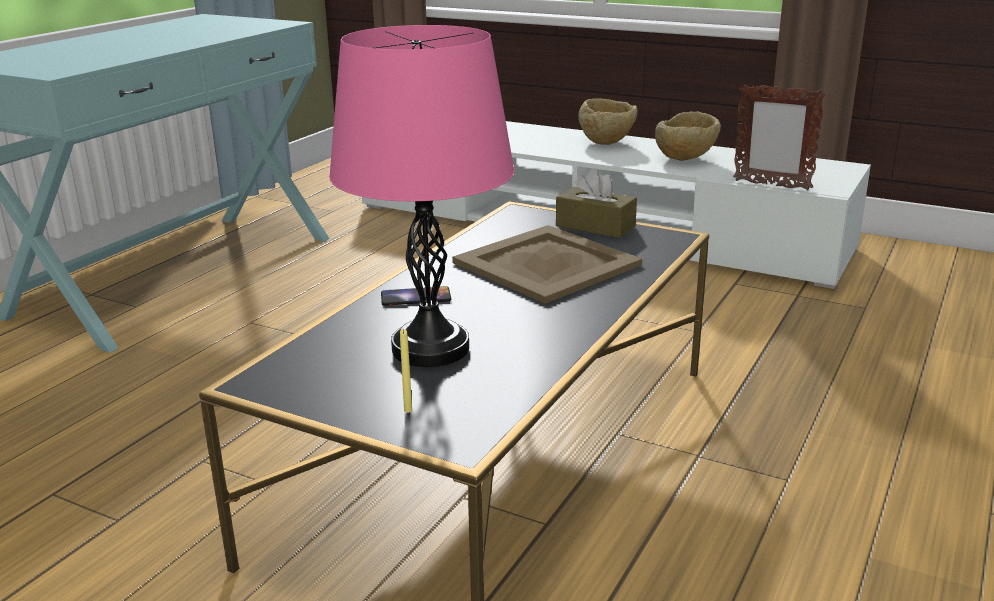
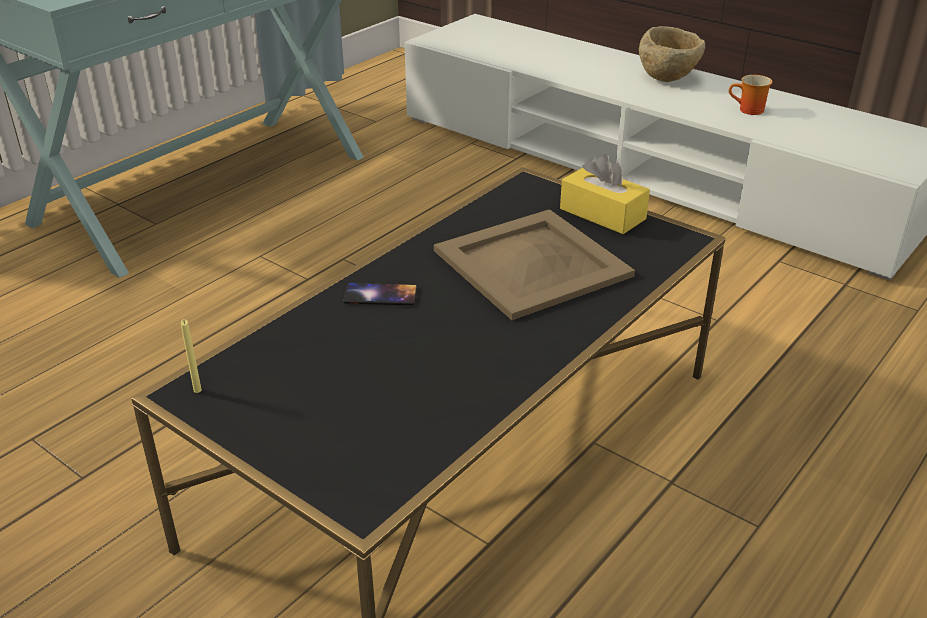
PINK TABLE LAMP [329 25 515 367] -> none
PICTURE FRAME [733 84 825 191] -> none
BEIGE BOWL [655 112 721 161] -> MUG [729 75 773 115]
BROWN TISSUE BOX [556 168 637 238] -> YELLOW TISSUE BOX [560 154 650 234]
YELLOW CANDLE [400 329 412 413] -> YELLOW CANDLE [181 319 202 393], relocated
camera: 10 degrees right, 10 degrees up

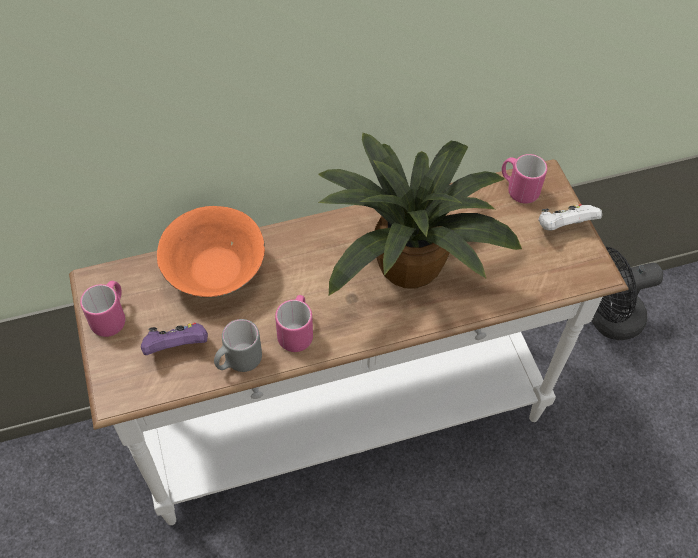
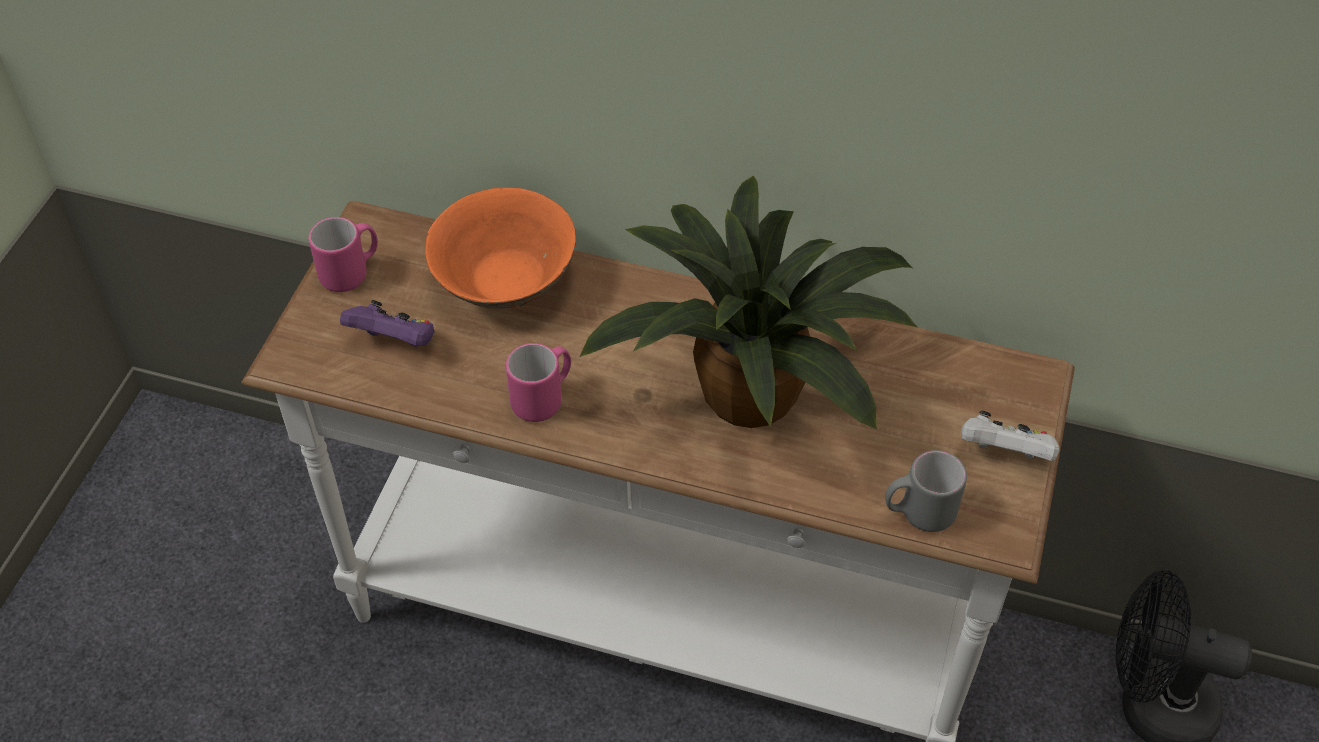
PINK MUG [502 154 547 204] -> none
GREY MUG [214 319 262 372] -> GREY MUG [885 450 967 532], relocated
camera: 35 degrees right, 5 degrees down

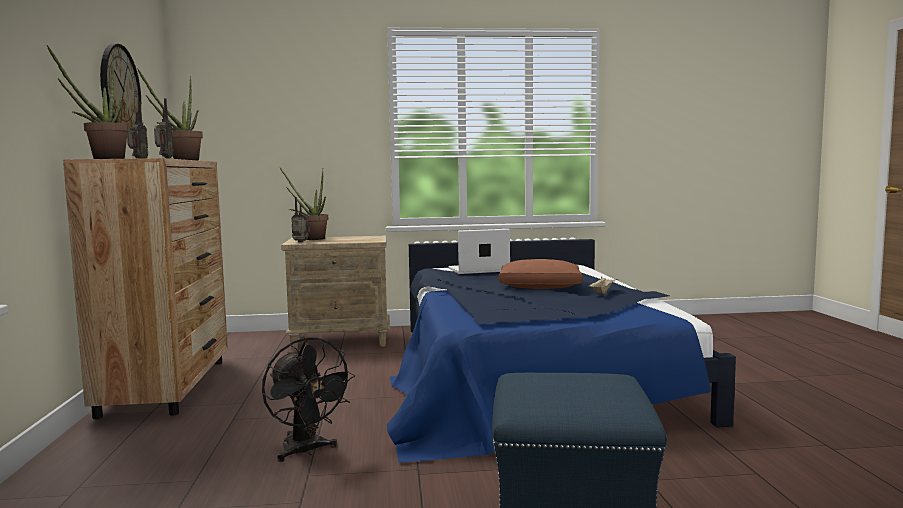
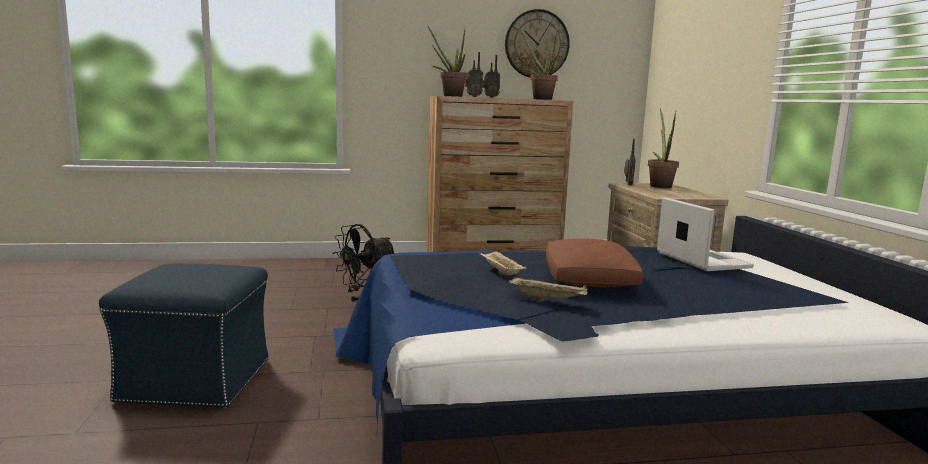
none -> BEIGE TRAY [479 251 526 276]
camera: 85 degrees right, 5 degrees up

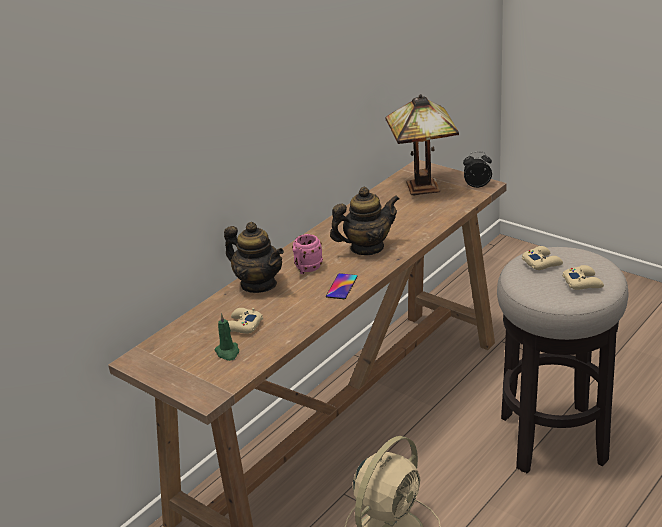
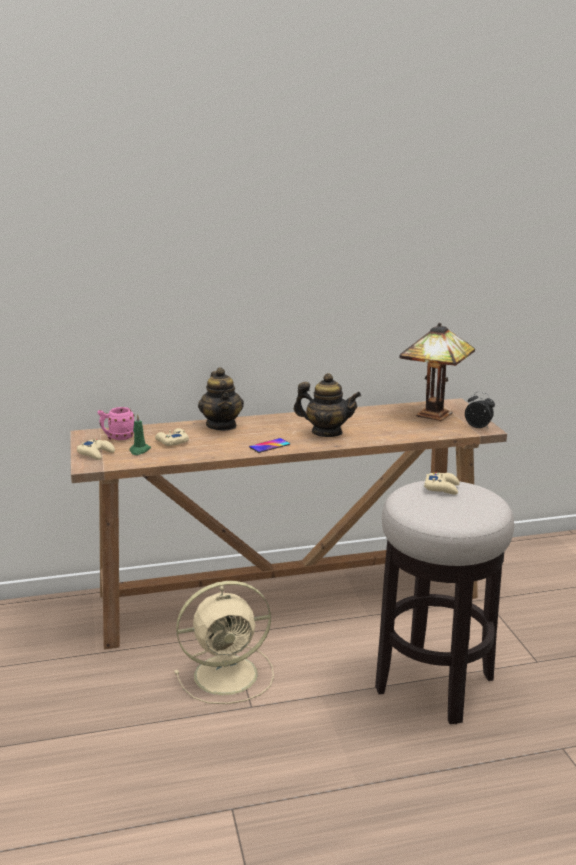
PINK MUG [292 234 323 274] -> PINK MUG [98 407 135 440], relocated
BEIGE GAME CONTROLLER [562 265 604 290] -> BEIGE GAME CONTROLLER [77 439 115 460], relocated
camera: 35 degrees right, 10 degrees down

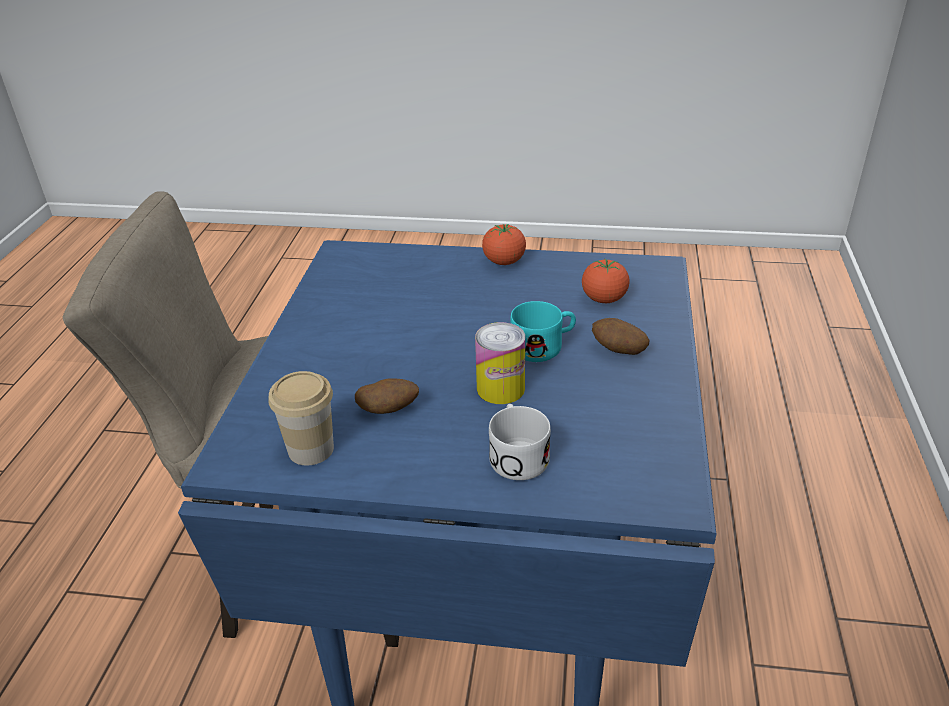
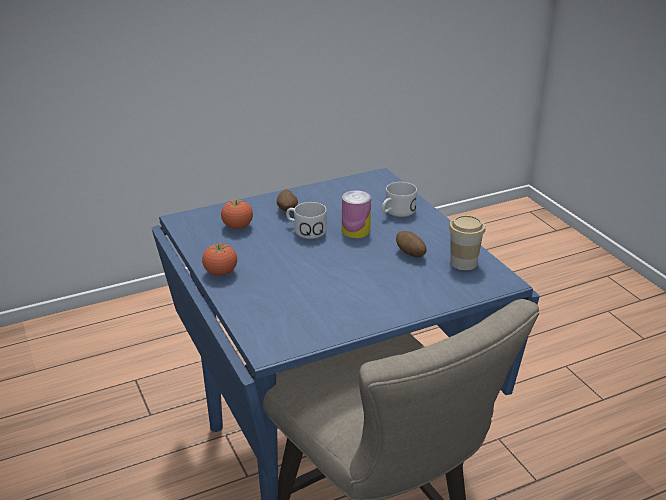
TURQUOISE MUG [510 301 576 362] -> WHITE MUG [286 202 327 239]
camera: 125 degrees left, 5 degrees down

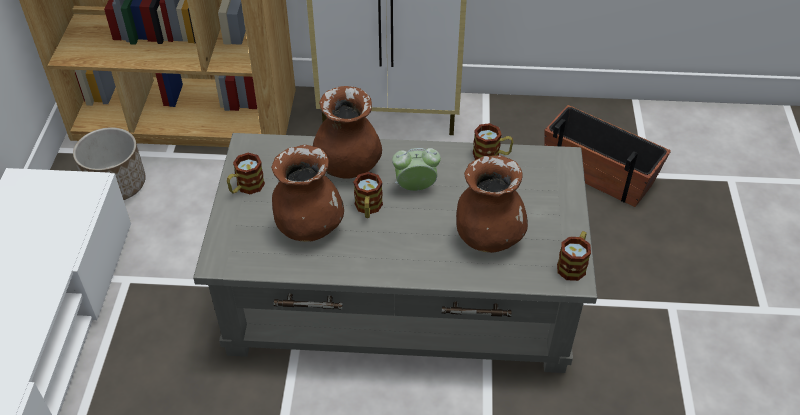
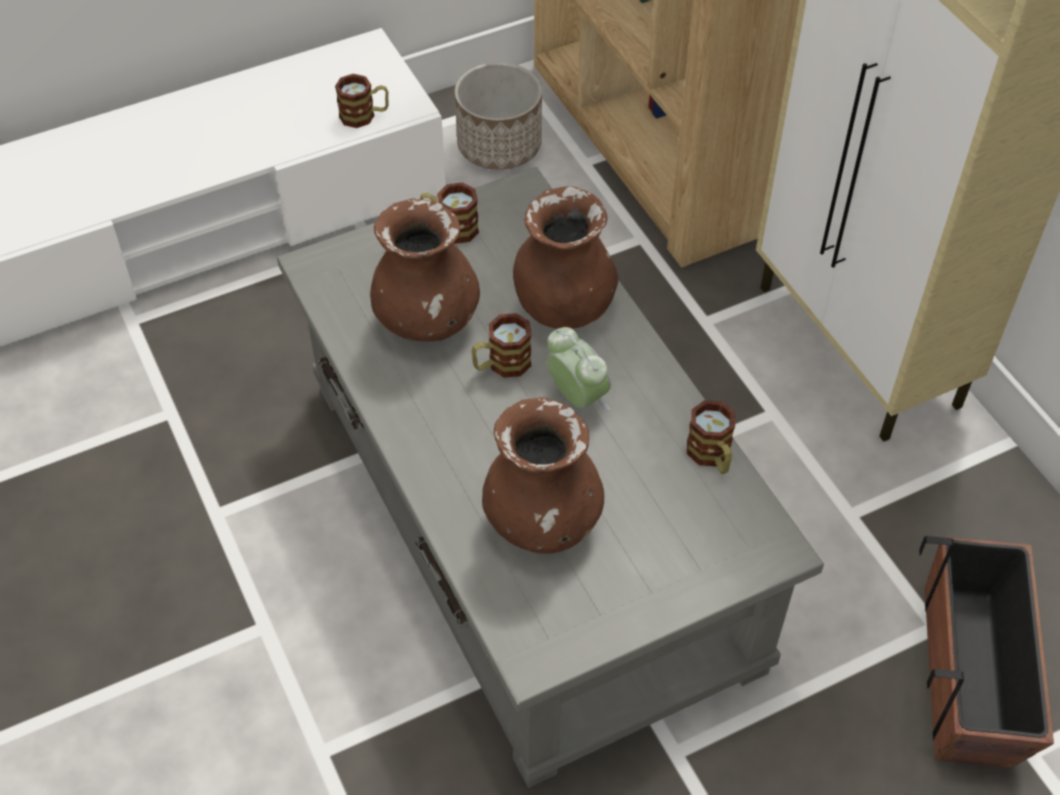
MUG [557 231 591 281] -> MUG [335 74 389 128], relocated
camera: 60 degrees right, 5 degrees up

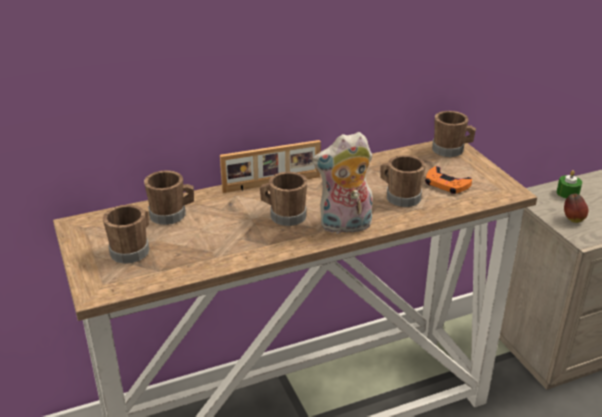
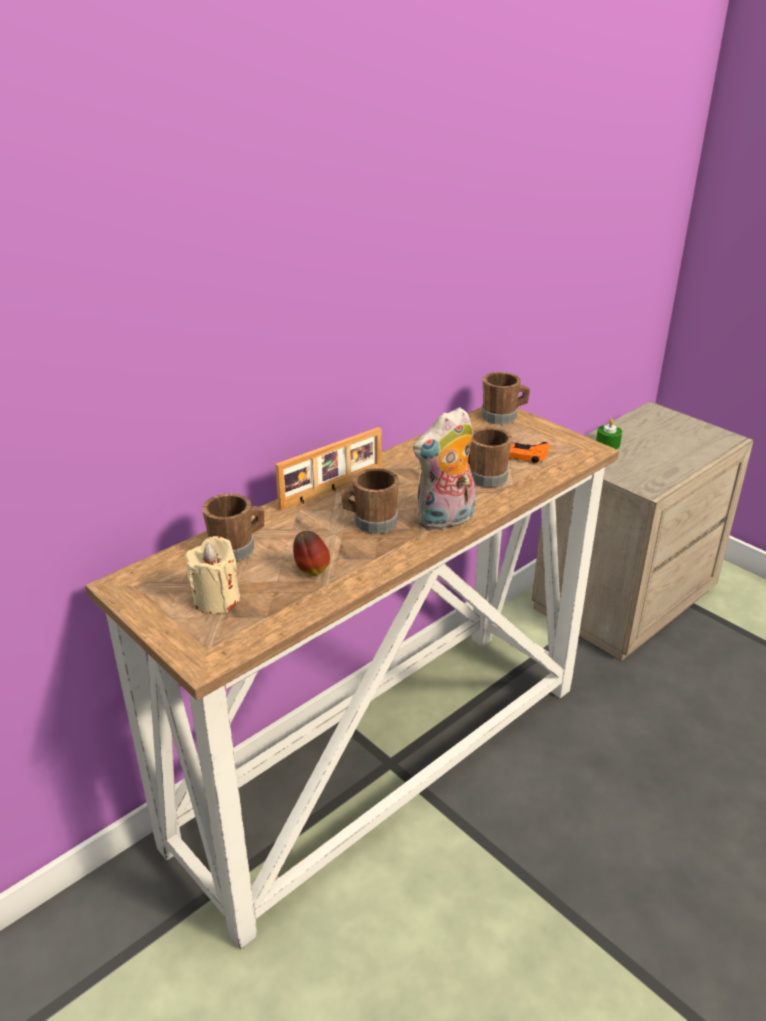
APPLE [564 194 589 223] -> APPLE [293 530 330 575], relocated
BROWN MUG [103 205 149 264] -> BEIGE CANDLE [186 536 240 614]
camera: 20 degrees left, 0 degrees up

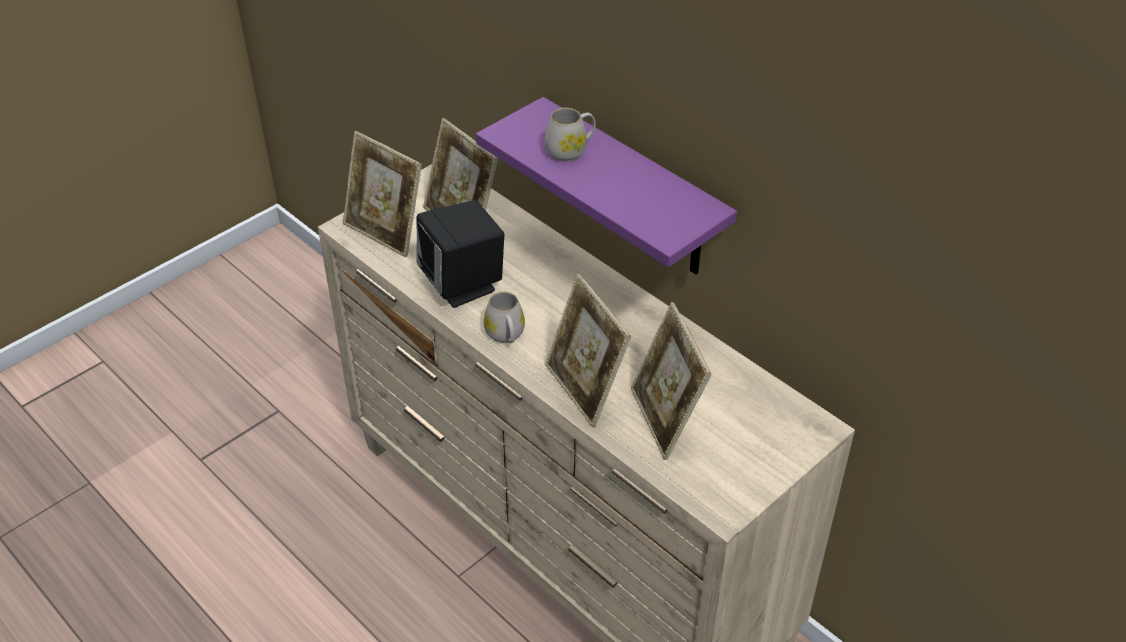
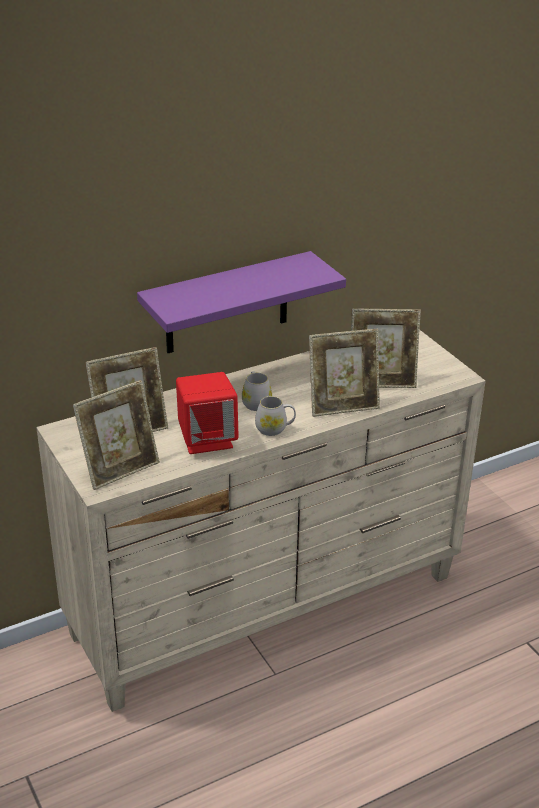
WHITE MUG [545 108 596 162] -> WHITE MUG [242 371 272 411], relocated
BLACK SPEAKER [417 200 504 308] -> RED SPEAKER [176 372 239 454]
camera: 75 degrees left, 10 degrees down

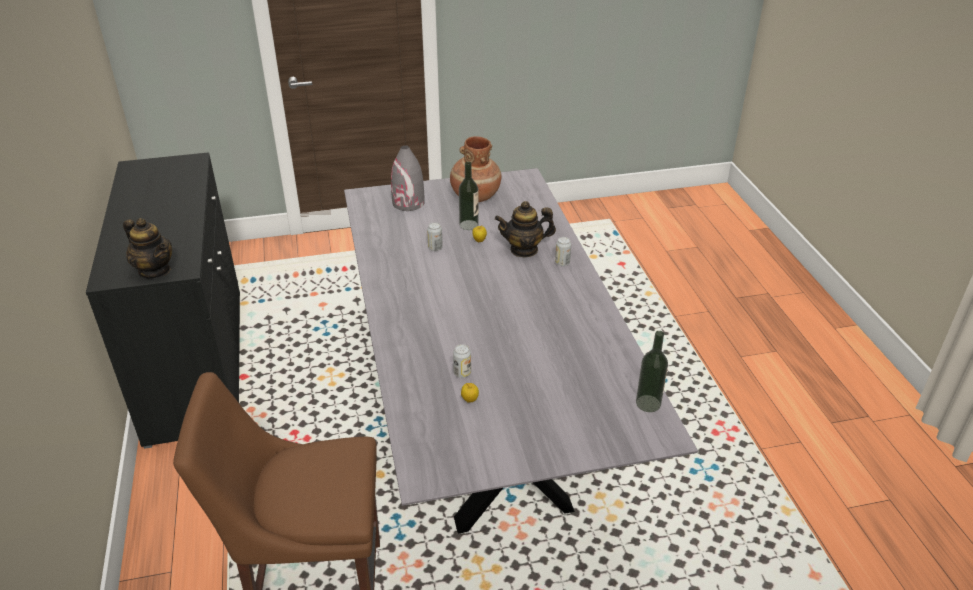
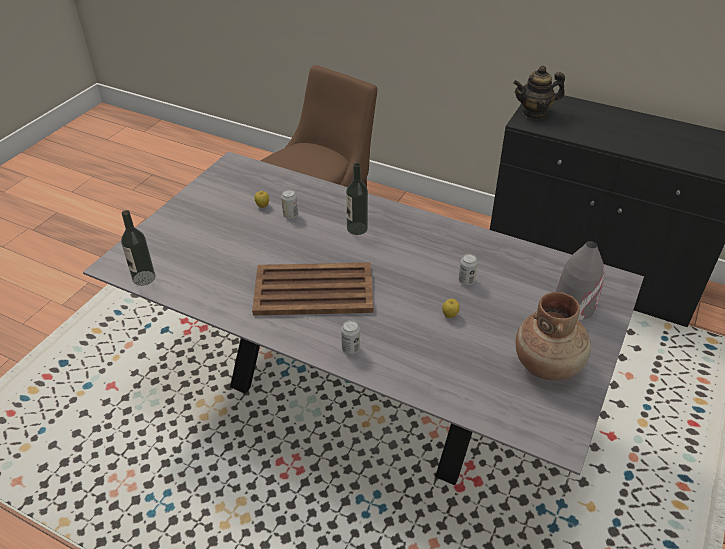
BOTTLE [459 162 479 230] -> BOTTLE [346 163 368 235], relocated
TEAPOT [495 201 556 258] -> none
none -> BROWN TRAY [252 262 373 316]
camera: 130 degrees right, 5 degrees up

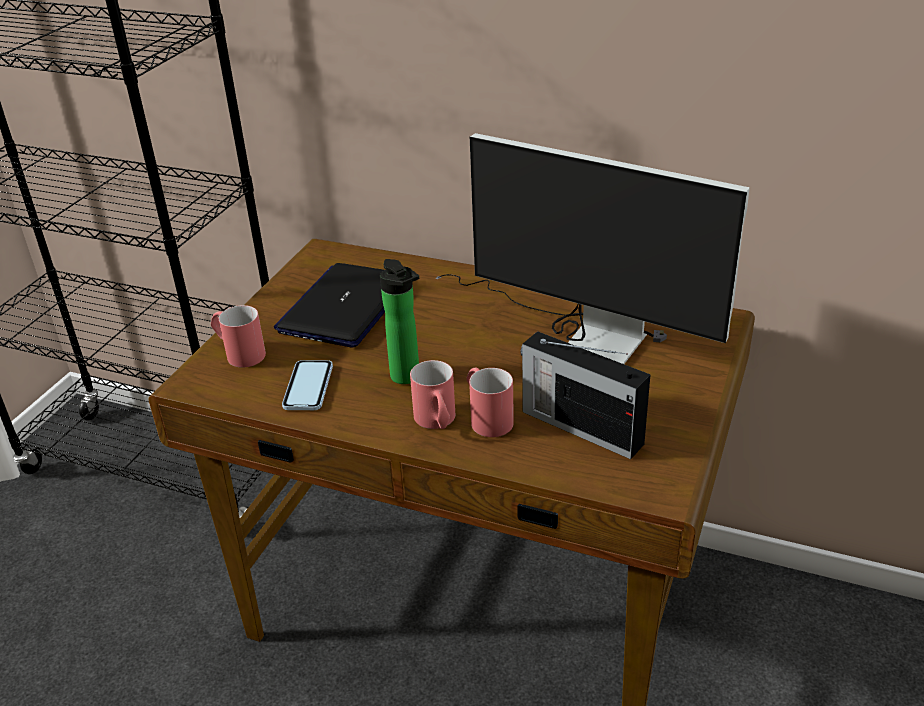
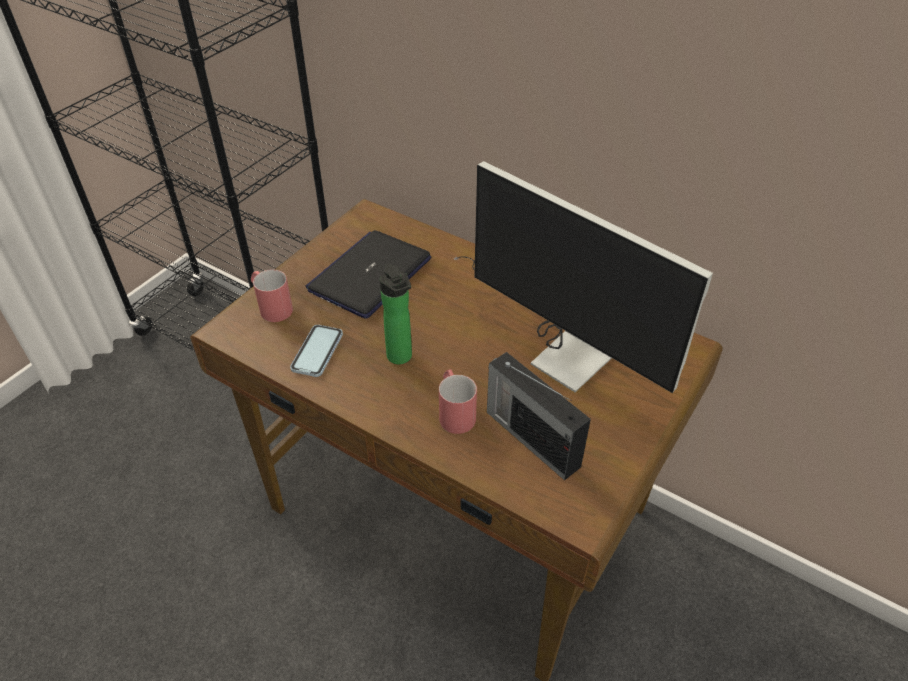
RED MUG [410 360 455 429] -> none
camera: 10 degrees right, 10 degrees up

